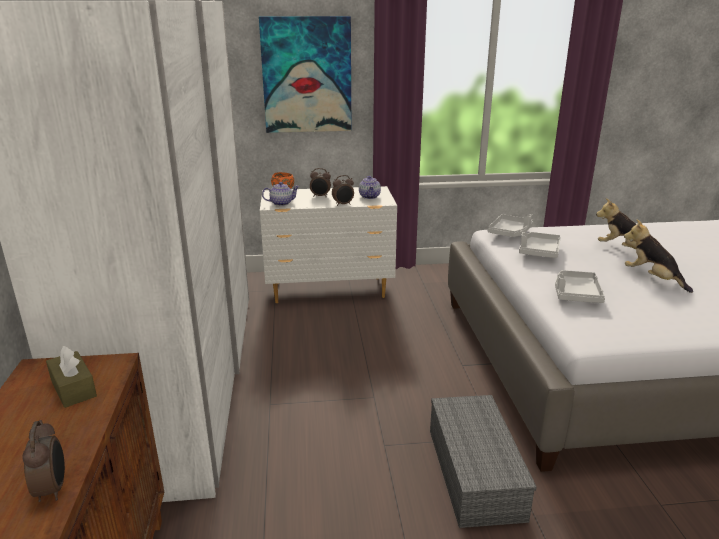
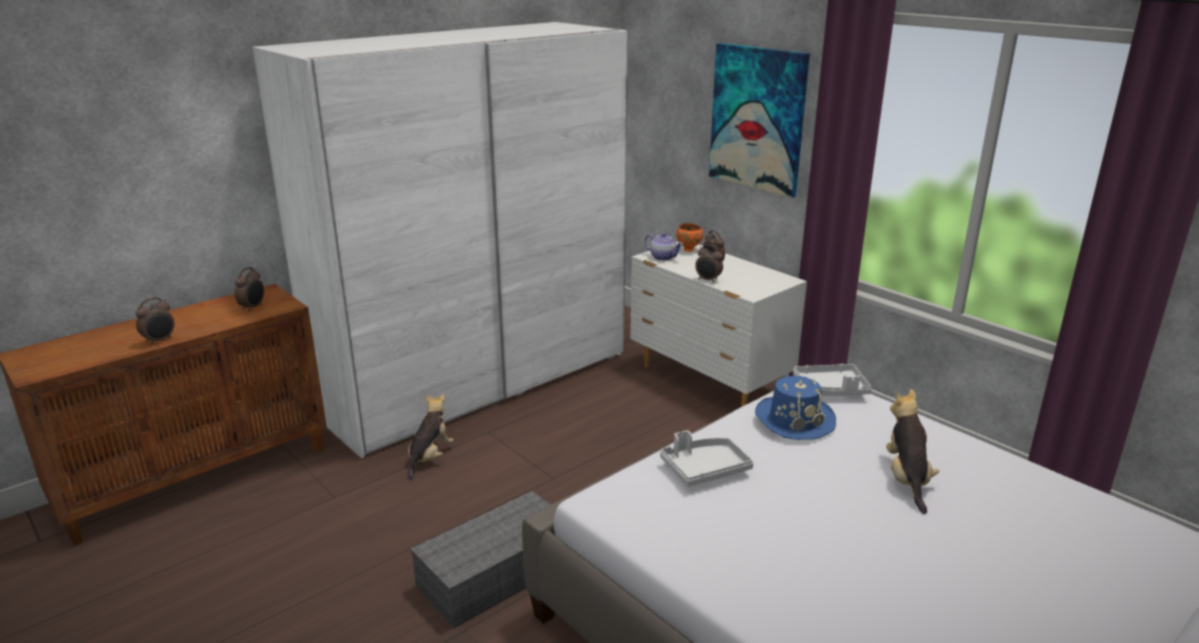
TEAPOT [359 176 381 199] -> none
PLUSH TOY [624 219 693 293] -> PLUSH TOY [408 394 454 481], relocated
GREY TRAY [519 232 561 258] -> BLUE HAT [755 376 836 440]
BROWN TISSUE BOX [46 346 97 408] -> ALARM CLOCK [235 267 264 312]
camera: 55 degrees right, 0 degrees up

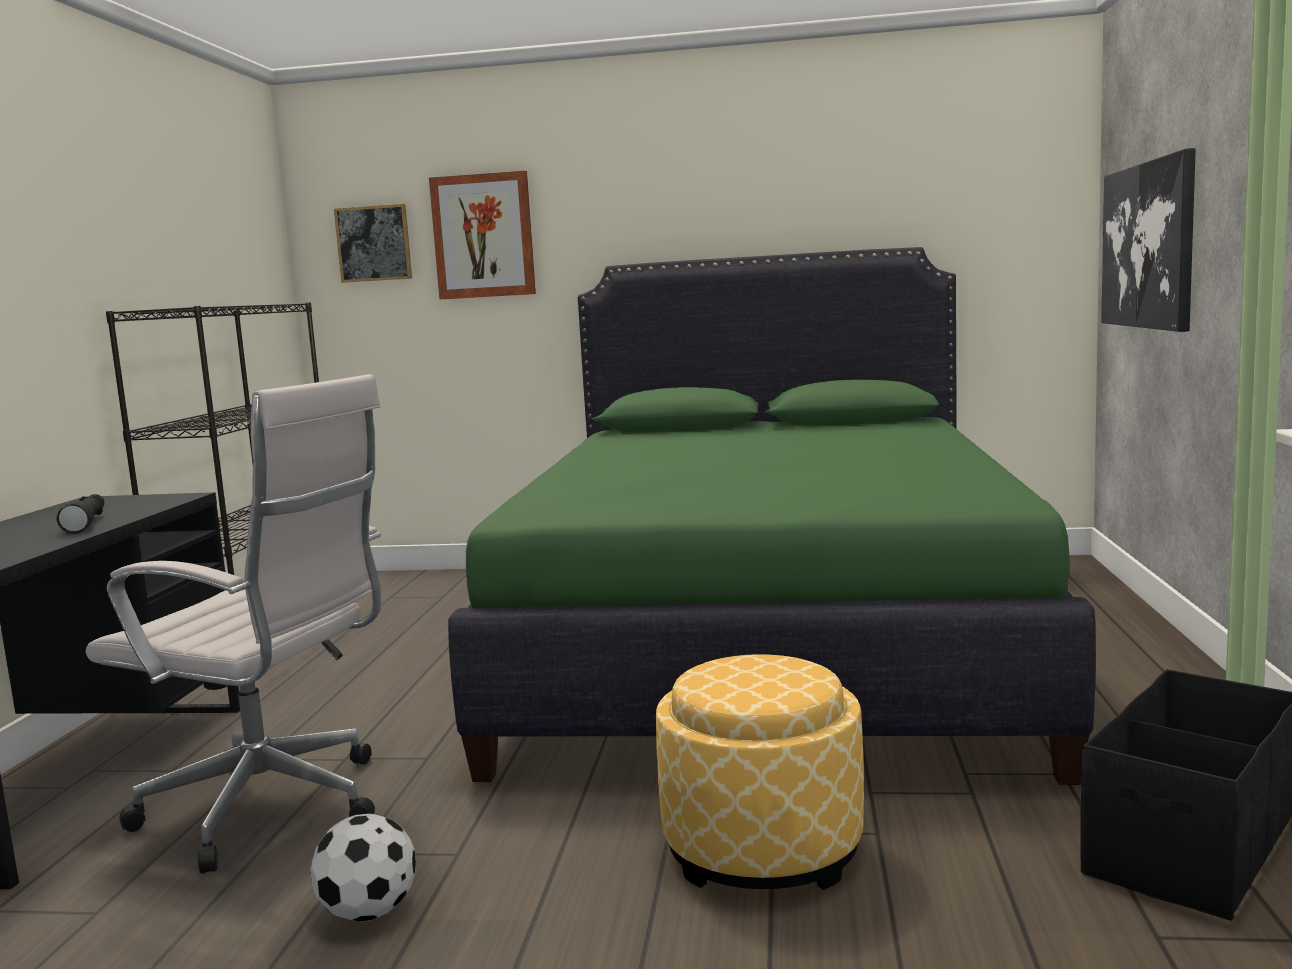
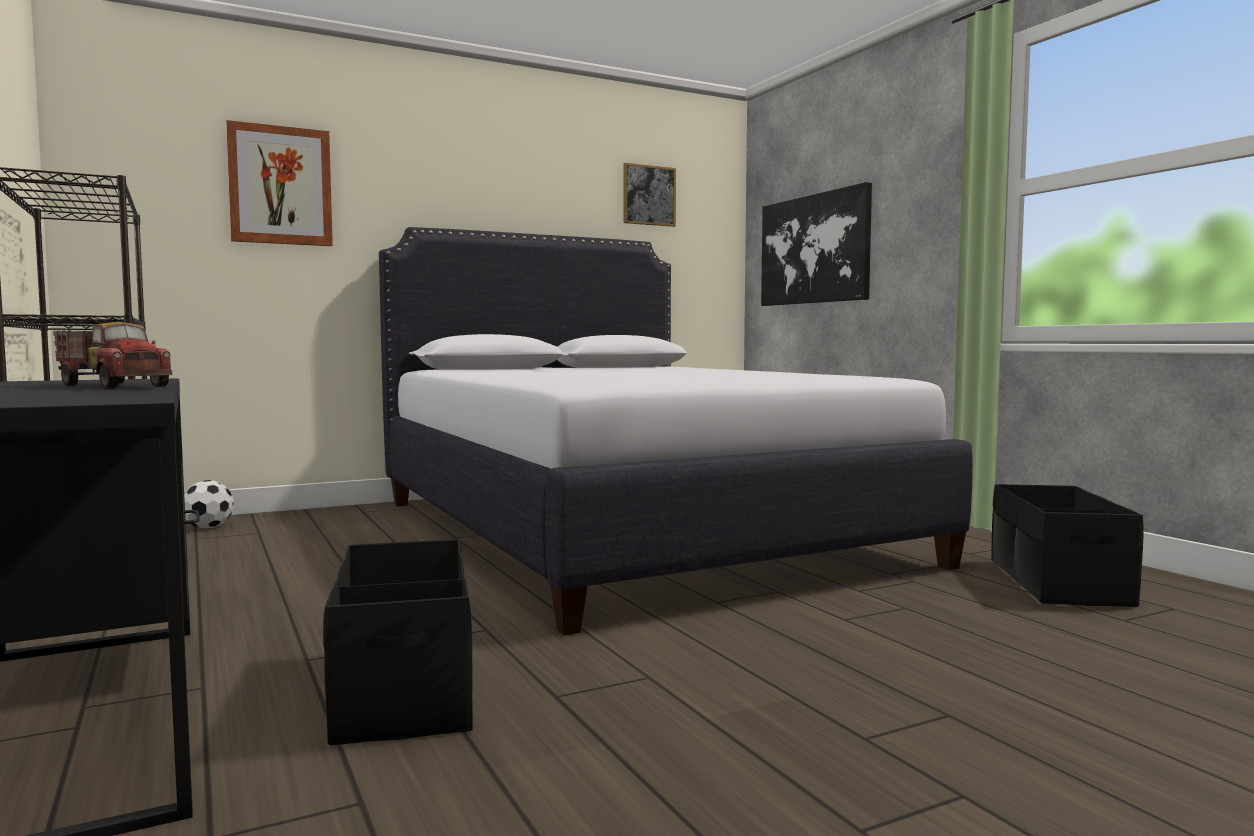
PICTURE [334 204 412 283] -> PICTURE [623 163 676 227], relocated
GREEN BED [448 247 1096 785] -> WHITE BED [379 227 973 636]
WHITE OFFICE CHAIR [86 374 382 874] -> BLACK STORAGE BOX [323 539 473 745]
BLACK FLASHLIGHT [57 494 105 533] -> TOY TRUCK [53 322 172 389]
OTTOMAN [656 654 864 890] -> none
FOOTBALL [310 813 416 922] -> FOOTBALL [184 480 234 529], relocated
camera: 35 degrees left, 5 degrees down

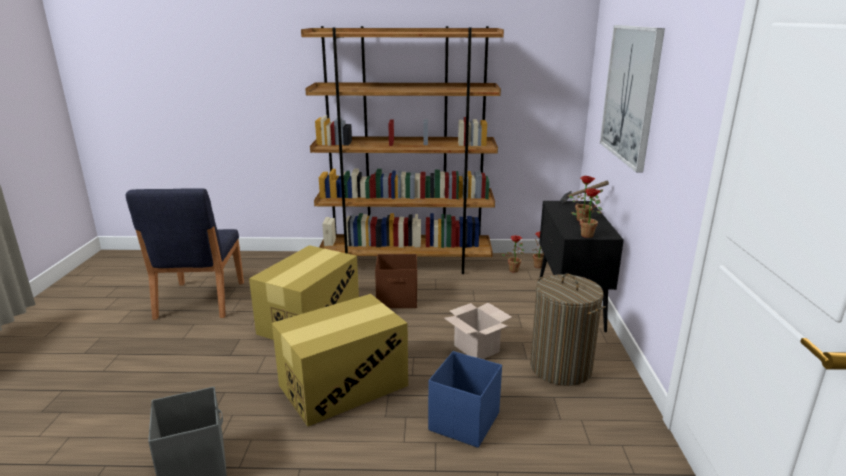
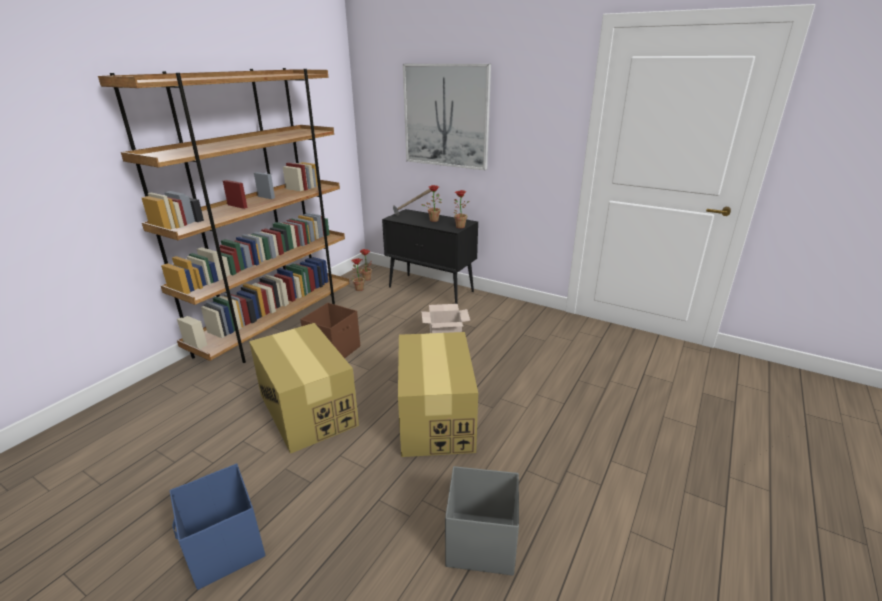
BLUE CHAIR [126 188 244 320] -> none
LAUNDRY BASKET [530 273 606 386] -> none
BLUE STORAGE BOX [428 351 502 448] -> BLUE STORAGE BOX [169 463 265 590], relocated
camera: 60 degrees left, 5 degrees up

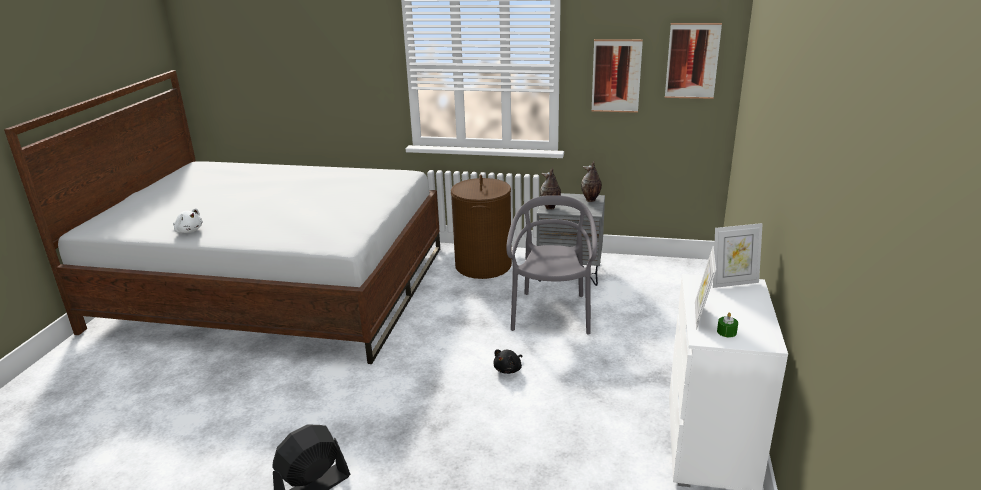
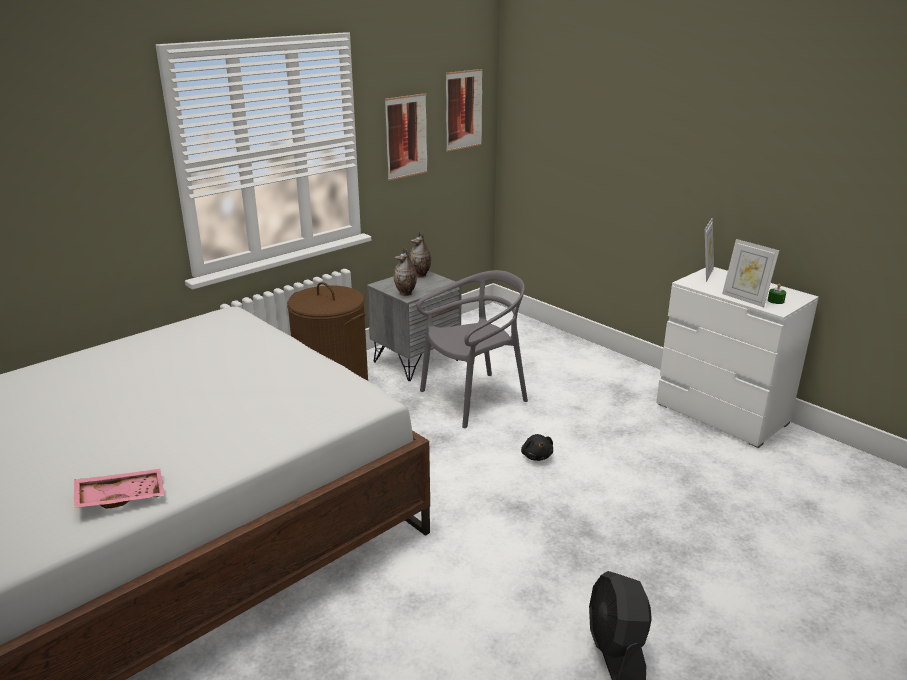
GREY CHAIR [506 195 597 335] -> GREY CHAIR [417 270 528 428], 105 degrees clockwise
WHITE PLUSH TOY [173 208 202 233] -> PINK TRAY [74 469 165 508]
camera: 55 degrees left, 0 degrees up

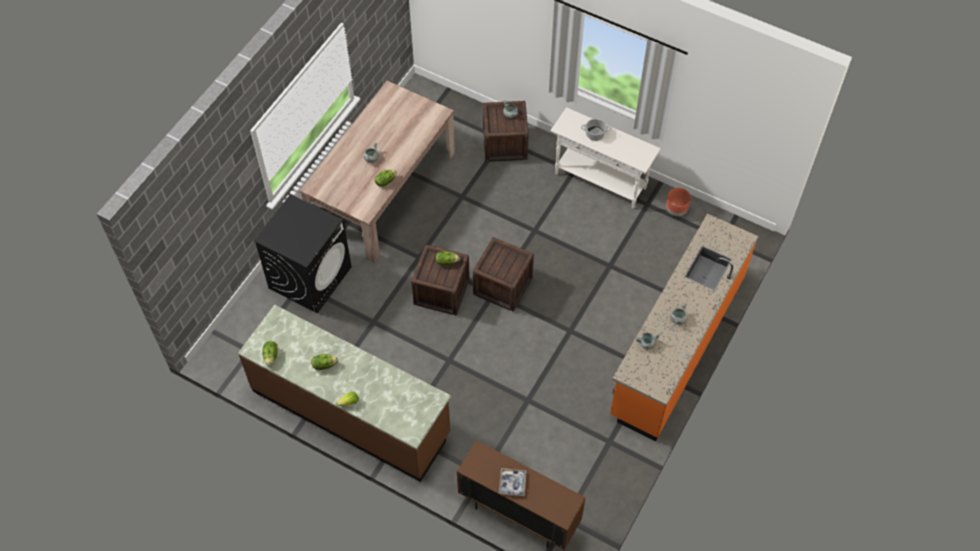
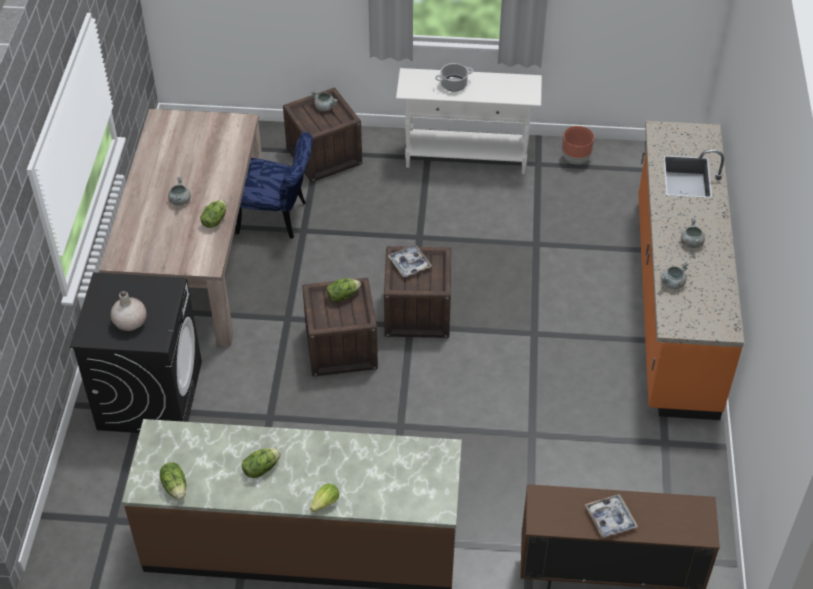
none -> BLUE CHAIR [235 132 313 239]
none -> TRAY [388 244 432 277]
none -> BEIGE VASE [111 291 147 331]
camera: 25 degrees left, 10 degrees down

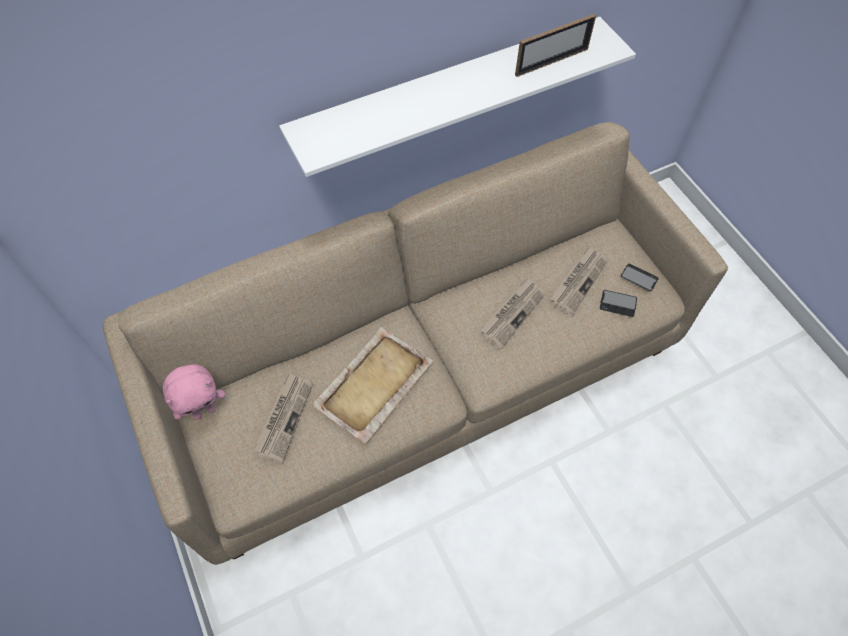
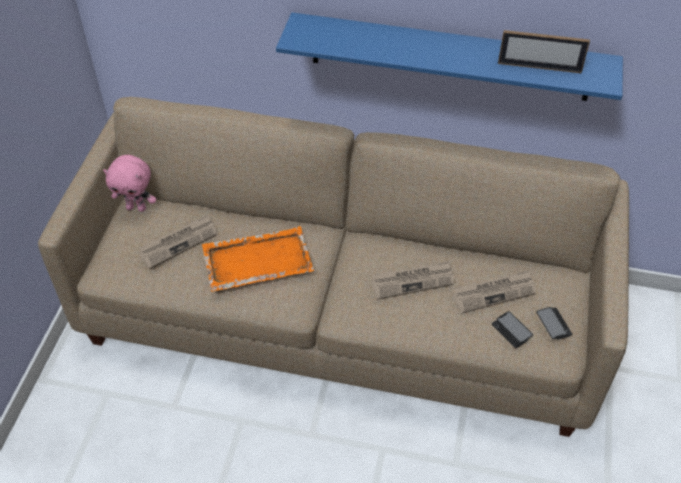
WHITE SHELF [279 17 636 177] -> BLUE SHELF [276 13 623 101]
BEIGE TRAY [312 327 433 443] -> ORANGE TRAY [202 226 314 292]
camera: 40 degrees right, 10 degrees down

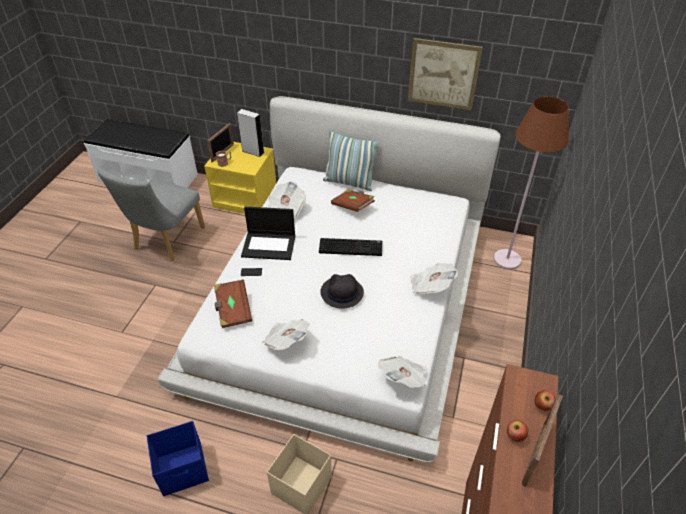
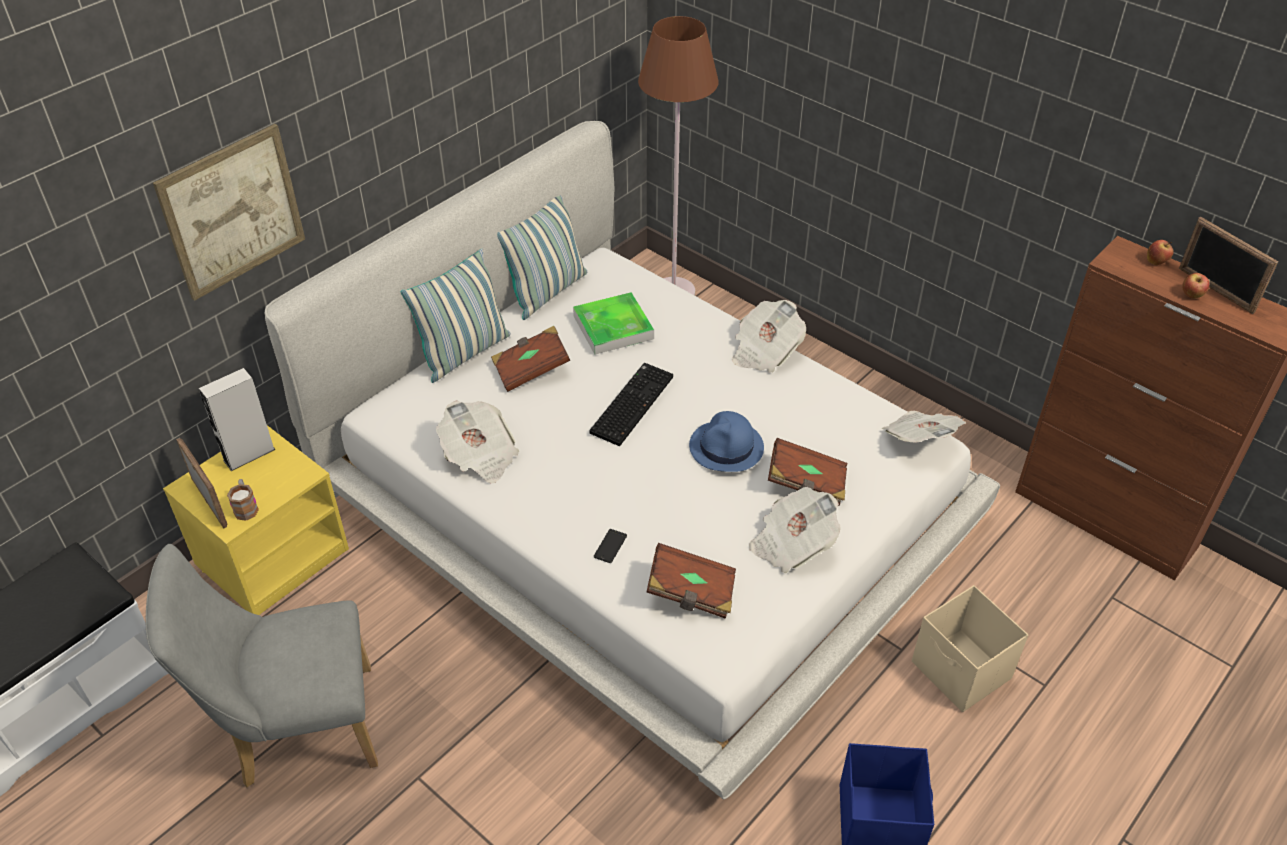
PICTURE [408 38 483 110] -> PICTURE [153 124 305 301], relocated
GREY CHAIR [97 168 205 261] -> GREY CHAIR [146 544 378 787], 120 degrees clockwise
LAPTOP [241 207 295 260] -> none
BLACK HAT [320 274 364 309] -> BLUE HAT [689 411 764 472]
none -> PILLOW [497 196 587 320]
none -> TRAY [573 292 654 354]
none -> BROWN BOOK [768 438 847 506]
camera: 65 degrees left, 0 degrees up

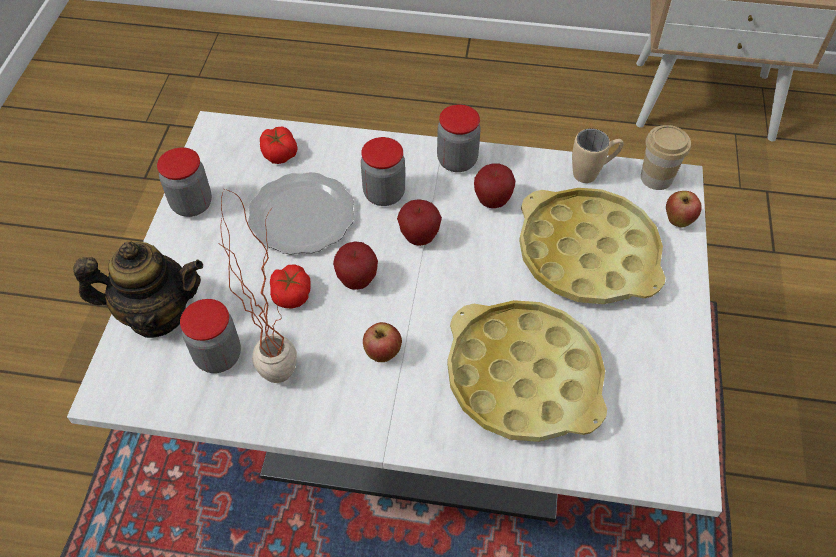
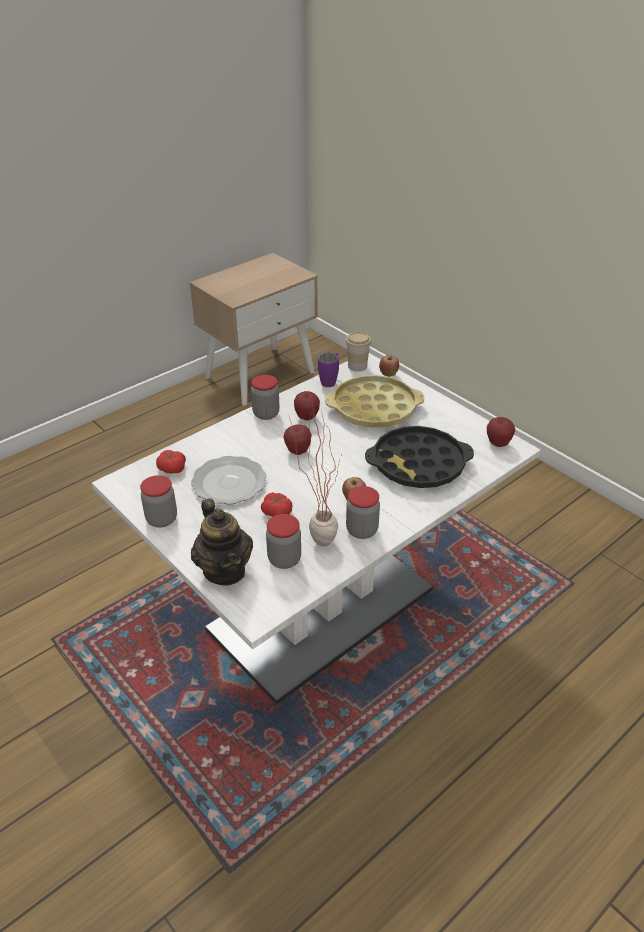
BEIGE MUG [572 128 623 183] -> PURPLE MUG [318 353 339 387]
JAR [361 137 405 206] -> JAR [346 486 380 539], relocated
TEAPOT [73 242 203 338] -> TEAPOT [191 498 253 585], 120 degrees clockwise
APPLE [333 242 378 290] -> APPLE [487 417 516 447], relocated
YELLOW TRAY [447 300 607 442] -> BLACK TRAY [365 426 474 488]
camera: 50 degrees left, 15 degrees down

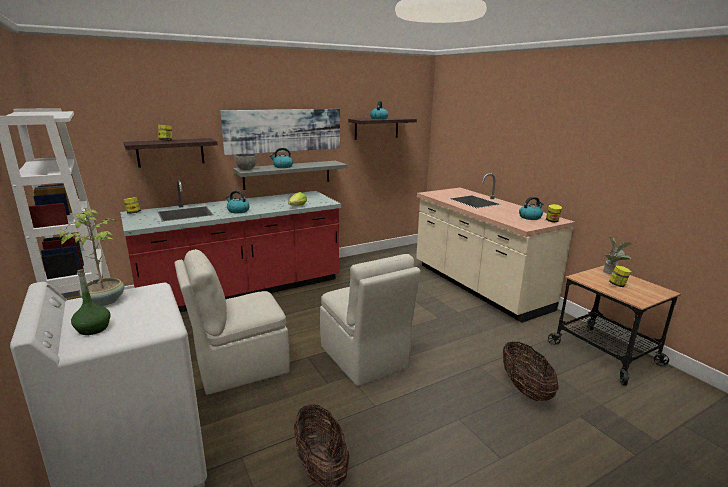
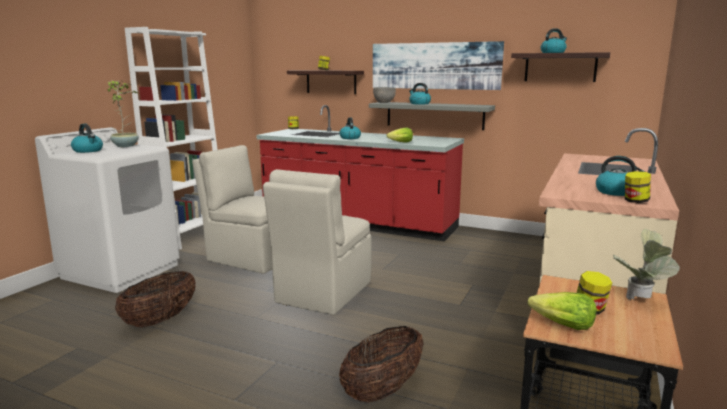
GREEN BOTTLE [71 269 111 335] -> KETTLE [71 124 103 153]
none -> LETTUCE [528 292 597 330]
camera: 55 degrees right, 5 degrees down

